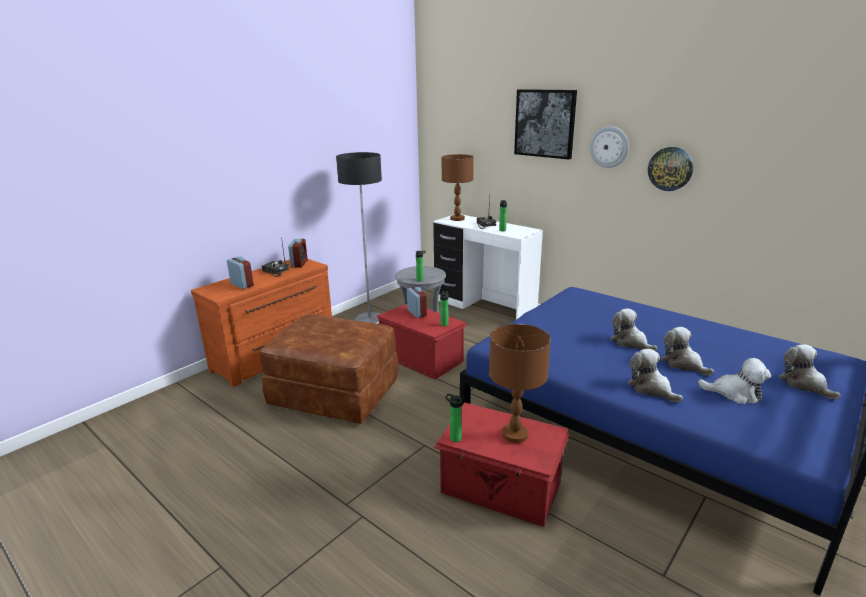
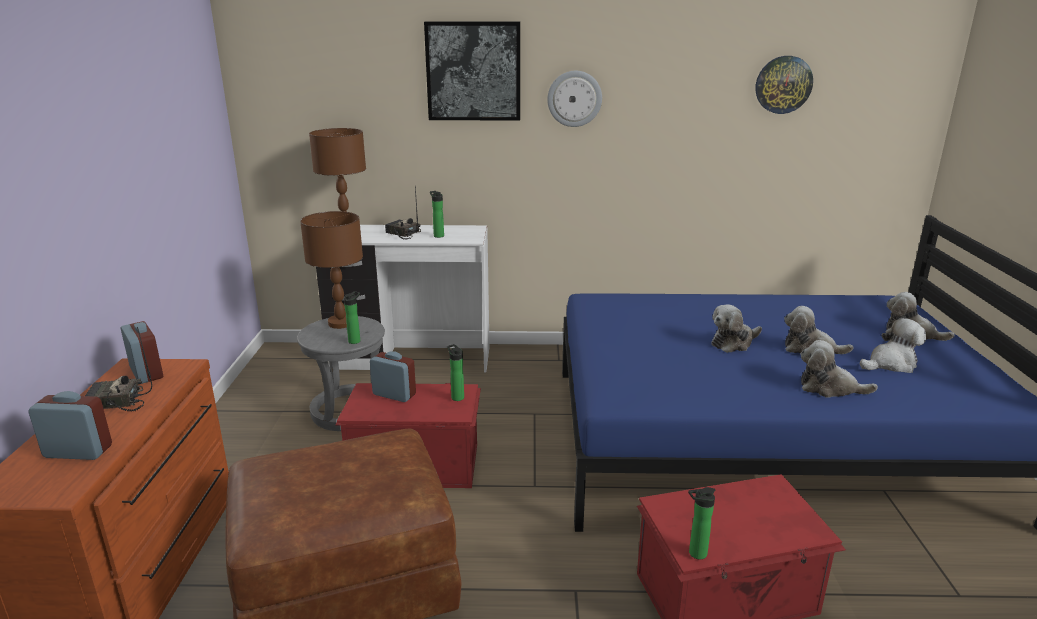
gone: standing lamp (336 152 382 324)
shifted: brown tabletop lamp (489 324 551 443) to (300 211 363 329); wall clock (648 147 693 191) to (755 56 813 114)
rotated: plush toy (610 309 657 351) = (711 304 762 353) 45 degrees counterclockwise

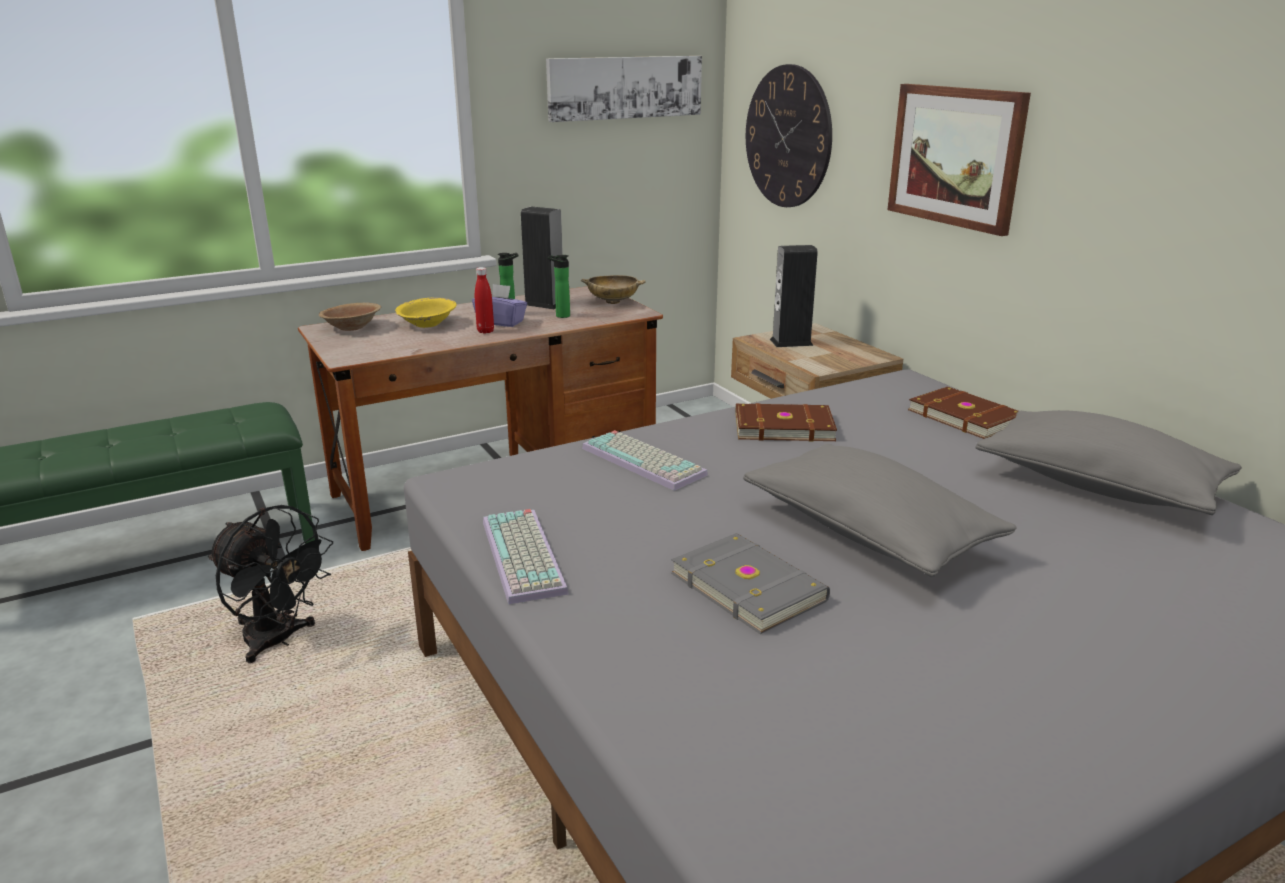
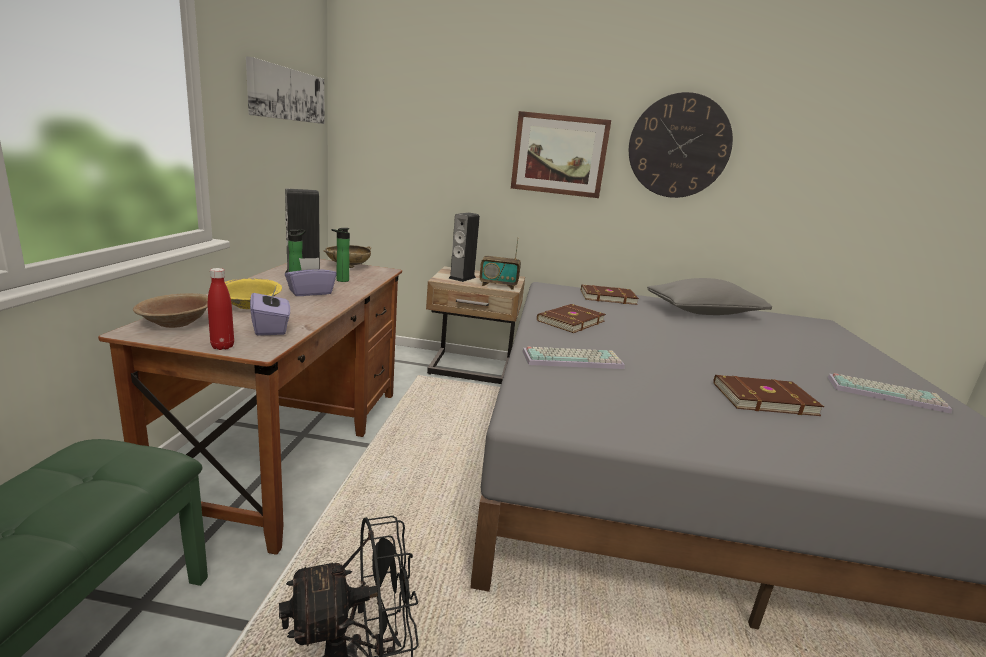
gone: gray throw pillow (743 444 1017 577)
new: purplish tissue holder (250 287 290 336); radio (480 237 521 290)
shifted: reddish beverage bottle (475 267 494 334) to (208 268 234 350); PC keyboard (483 509 569 605) to (827 373 952 414); wall clock (746 64 832 207) to (629 92 733 198)
repainted: gray bound book (671 533 830 634) to brown bound book (713 375 824 416)

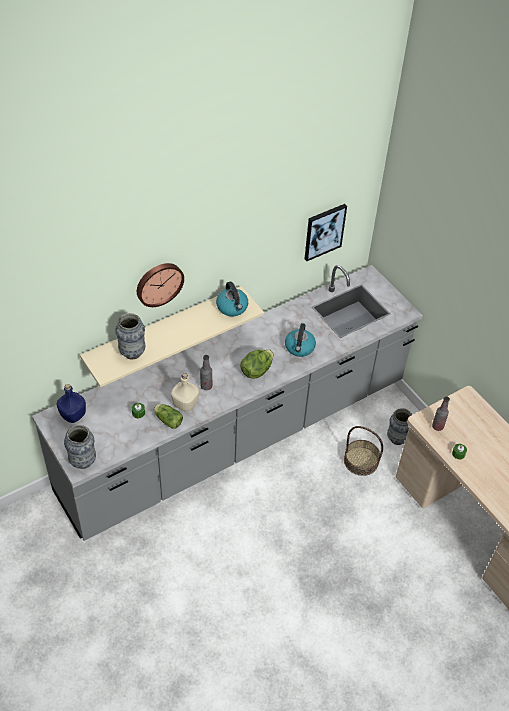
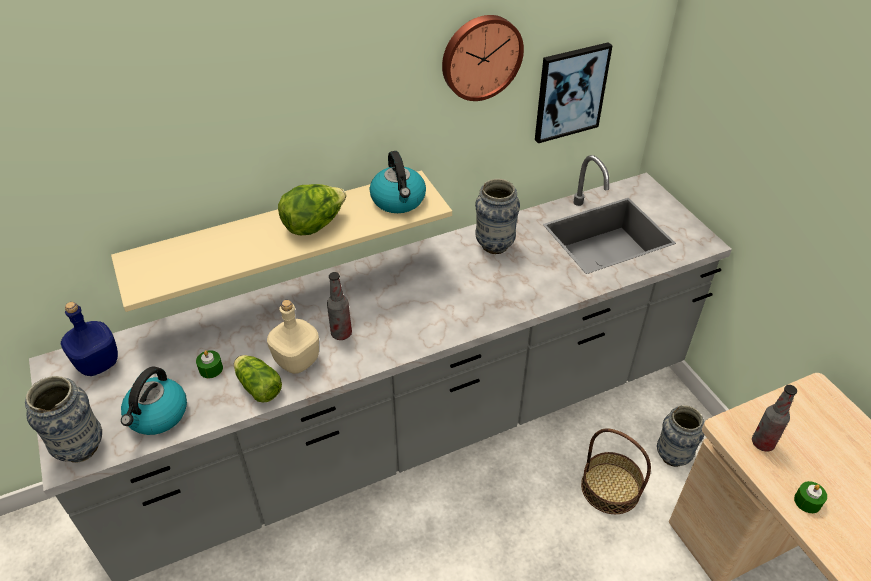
shifted: decorative vase (115 313 145 360) to (475 179 520 254); wall clock (137 263 184 307) to (442 15 524 101); lettuce head (240 349 273 379) to (278 184 346 235); tea kettle (285 323 316 357) to (121 367 187 435)

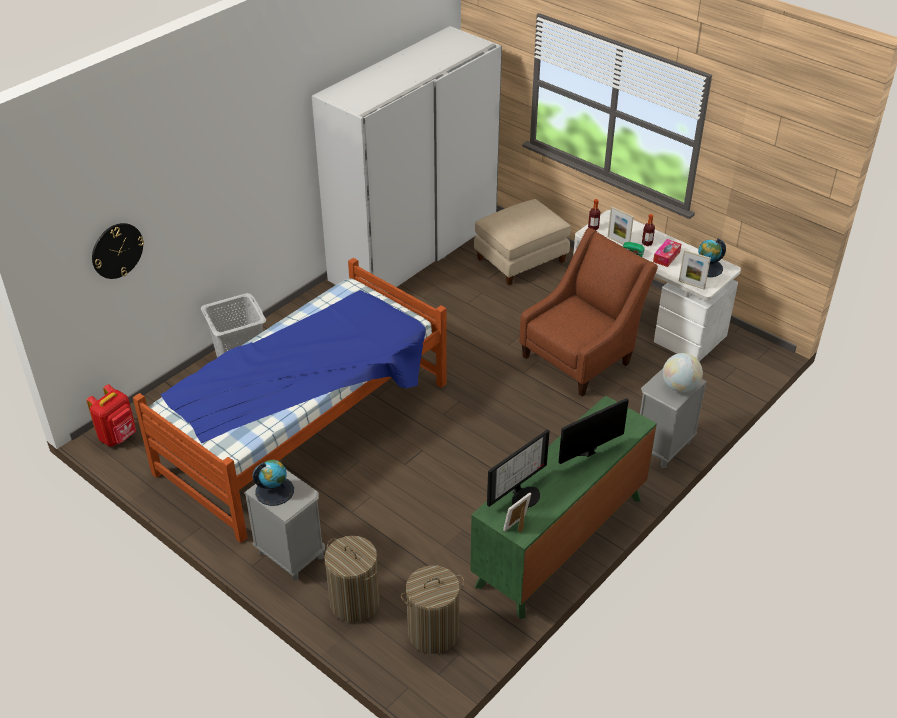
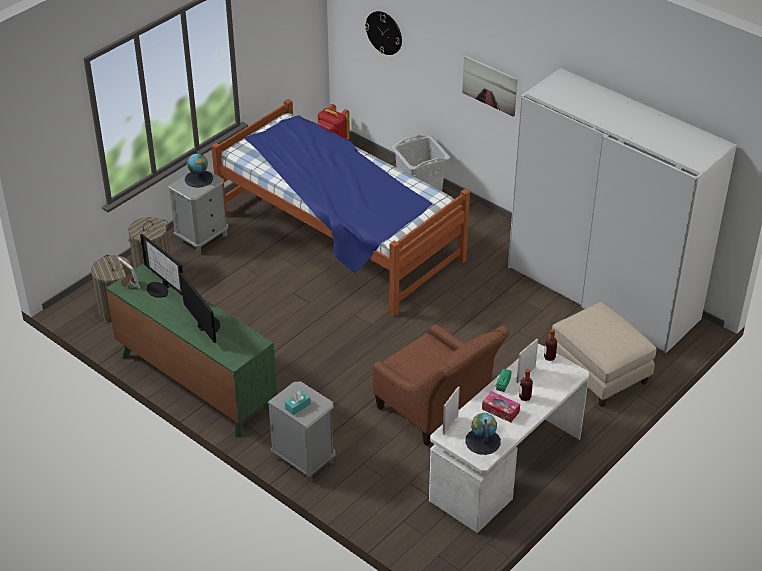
new: wall picture (462 55 518 117)
swapped: desk globe (663 353 703 392) to turquoise-coloured tissue holder (285 391 311 415)

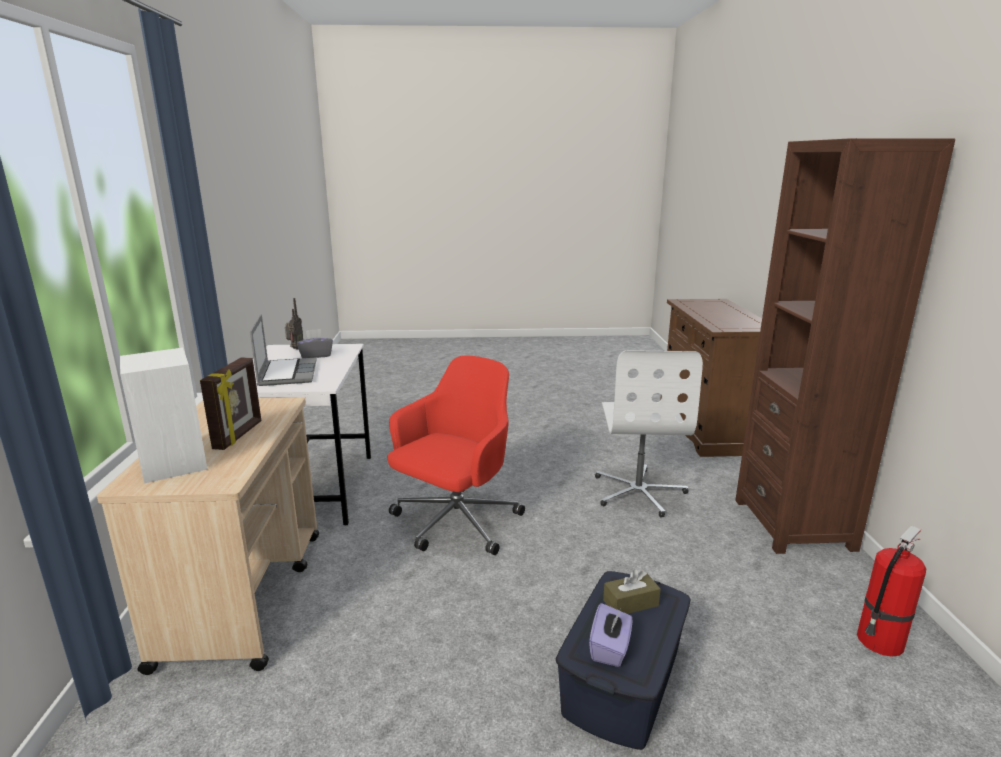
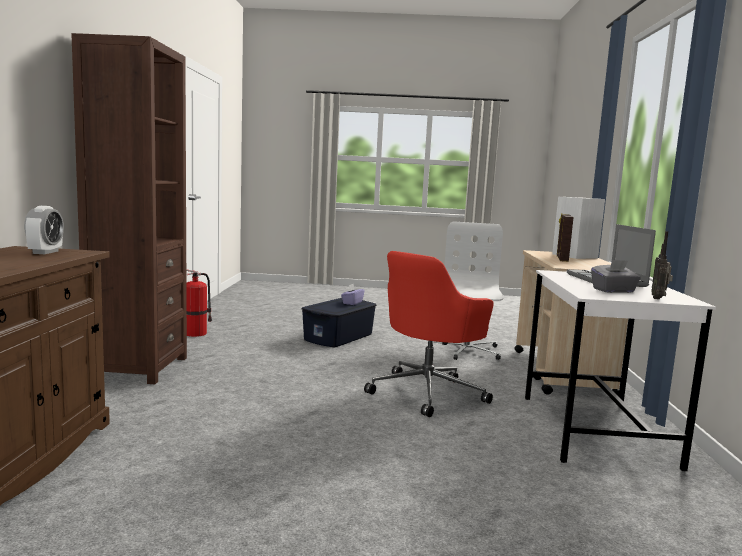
gone: brown tissue holder (603 569 661 614)
new: table clock (24 206 64 254)
shifted: white-coloured computer chair (595 350 703 517) to (432 221 503 360)

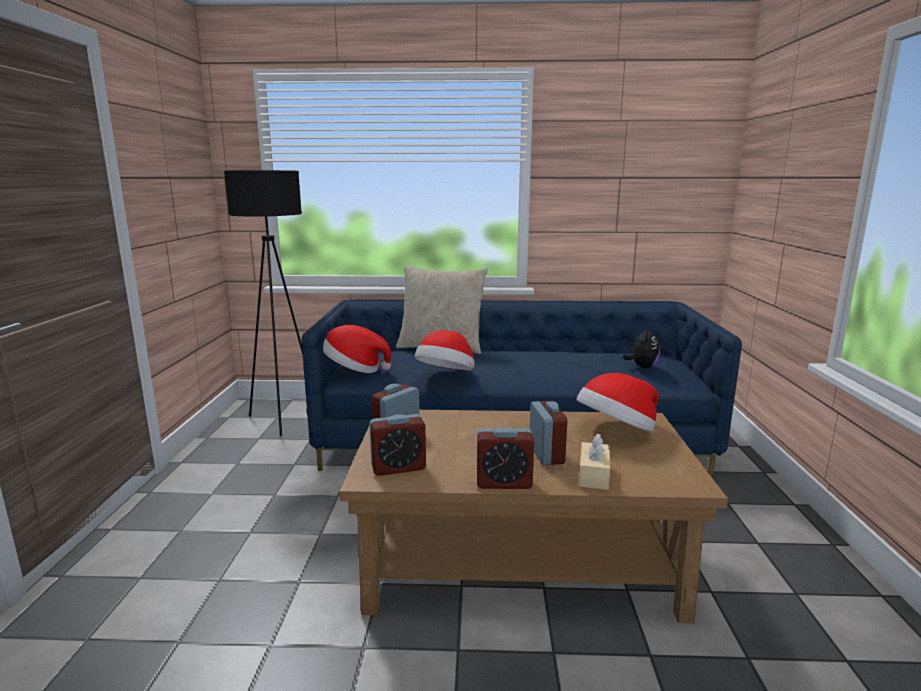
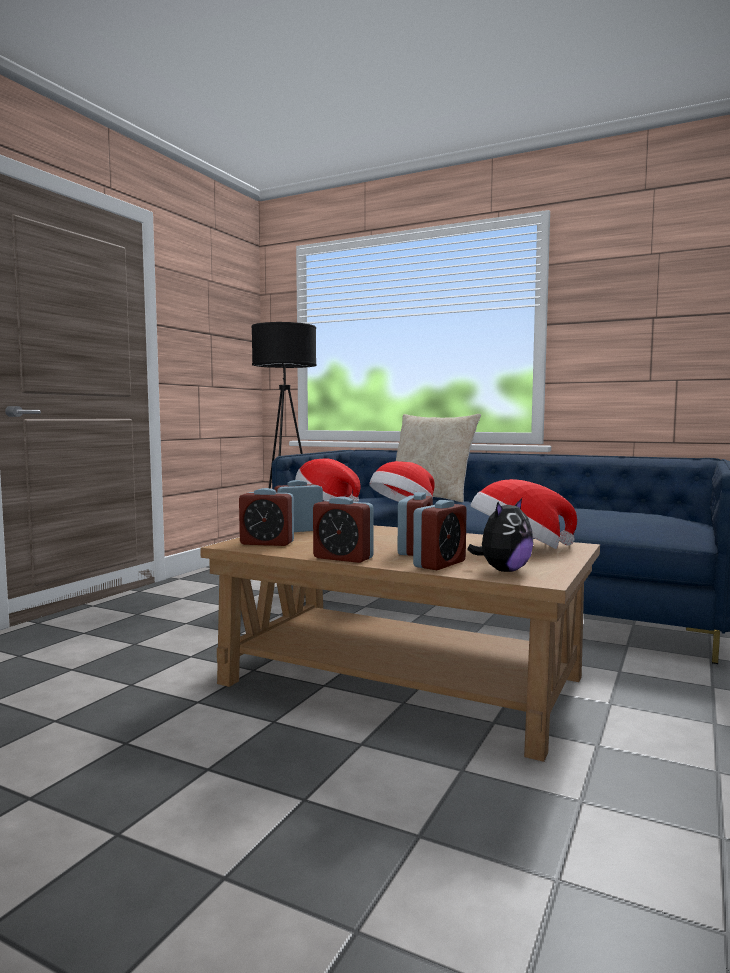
shifted: plush toy (623 327 660 368) to (467 498 534 572)
swapped: beige-coloured tissue holder (579 433 610 490) to table clock (413 500 467 570)

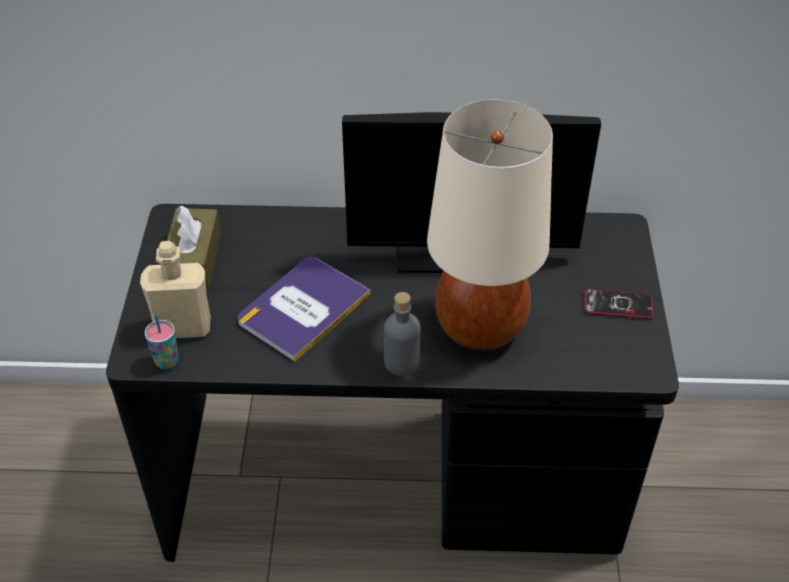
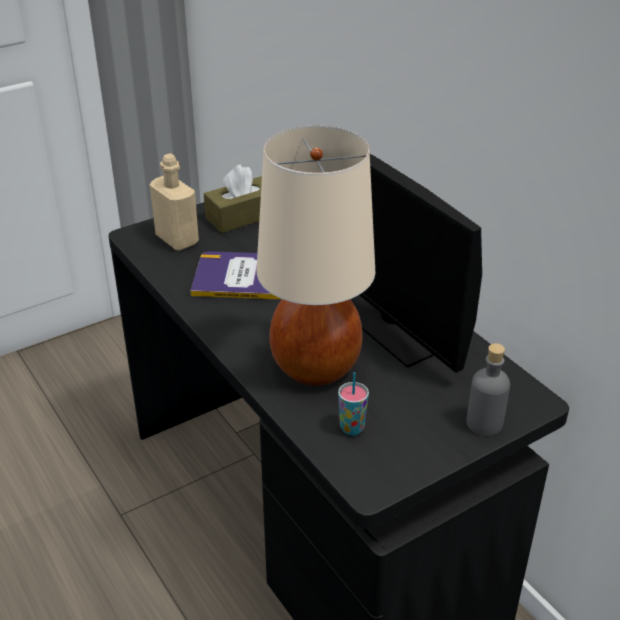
gone: phone (585 289 653 319)
shifted: drinking cup (145 314 179 370) to (338 372 369 436); gray beverage bottle (384 292 421 376) to (466 343 510 436)

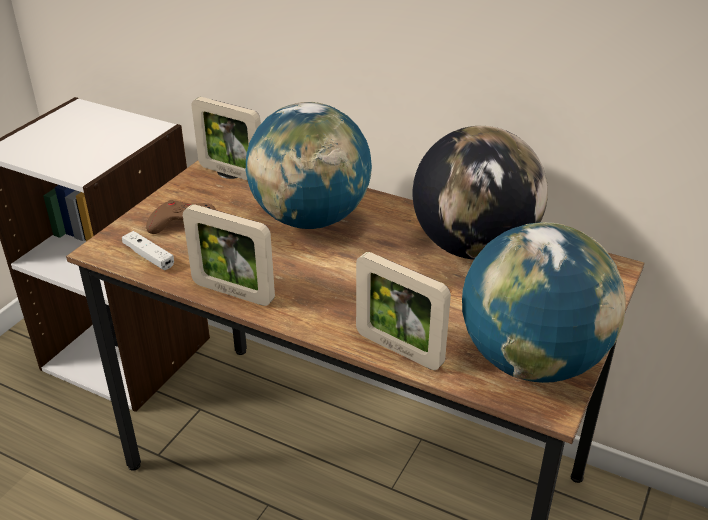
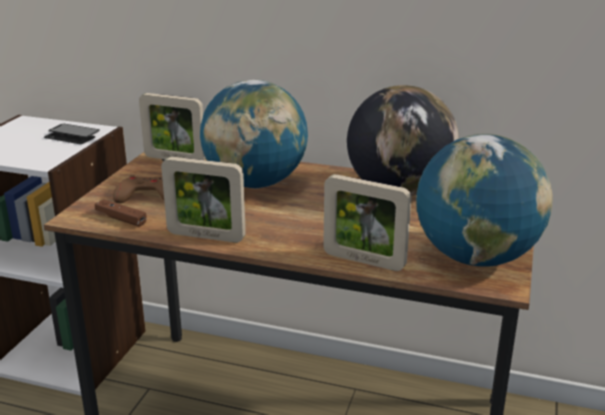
new: phone (44 124 100 144)
repainted: white-coloured game controller (122 231 174 270) to brown game controller (95 199 147 226)

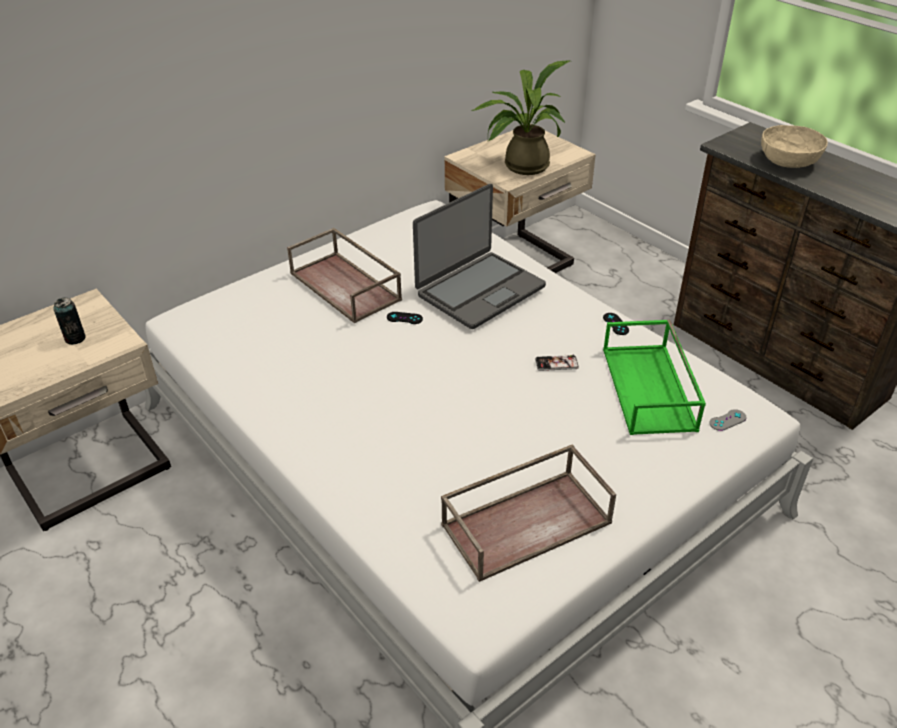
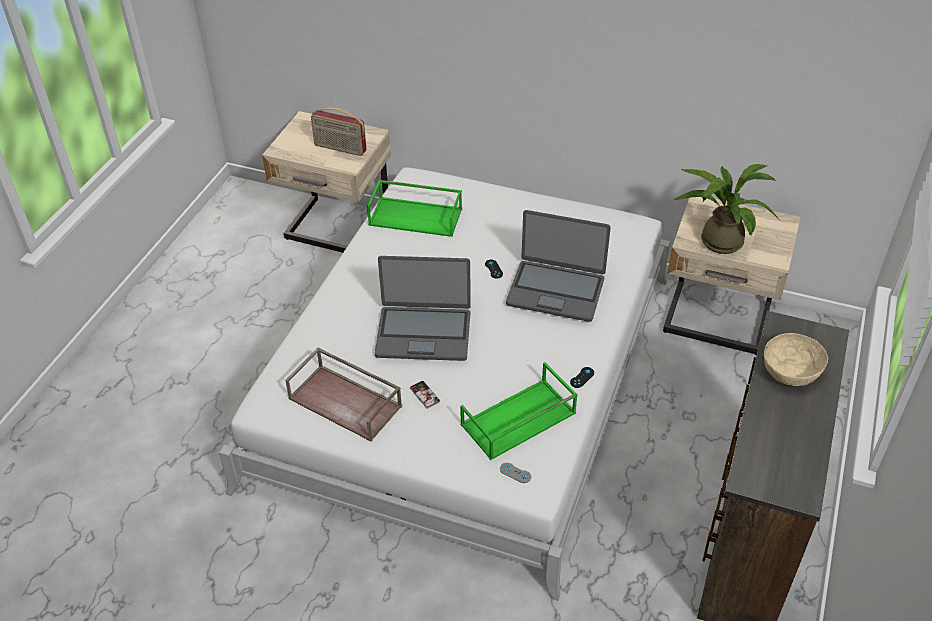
gone: brown tray (287 228 402 323)
new: green tray (367 180 462 237); notebook computer (375 256 471 361)
shifted: phone (535 354 579 371) to (410 381 440 408)
swapped: metal can (53 297 86 345) to radio (311 107 367 156)

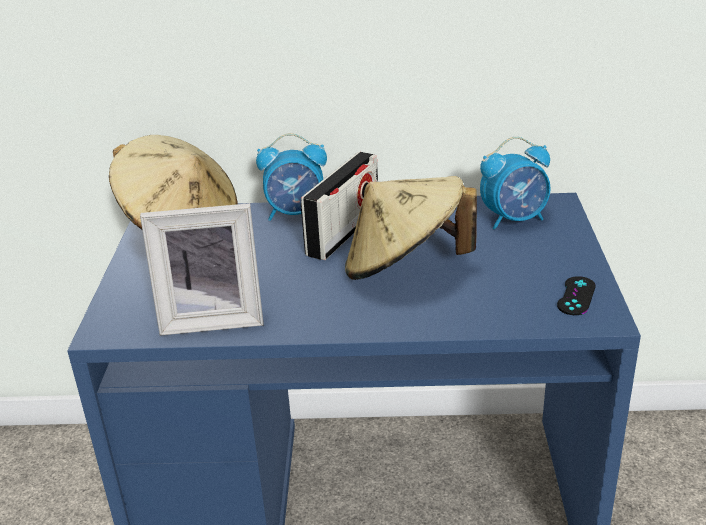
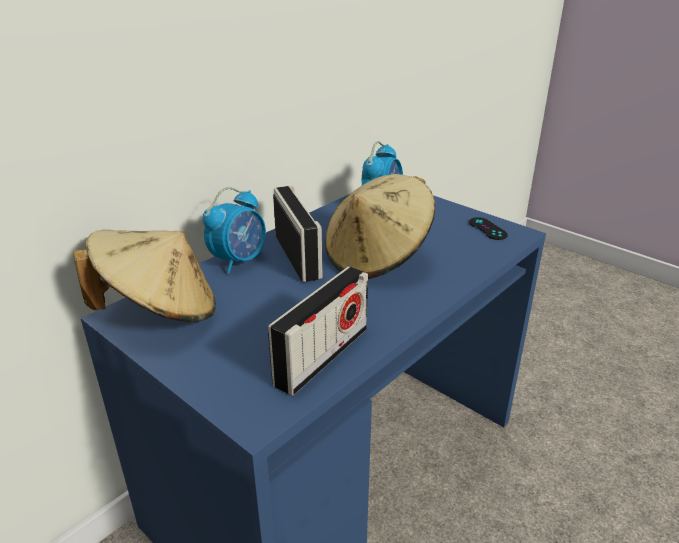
swapped: photo frame (140 203 263 336) to radio (268 267 368 396)

